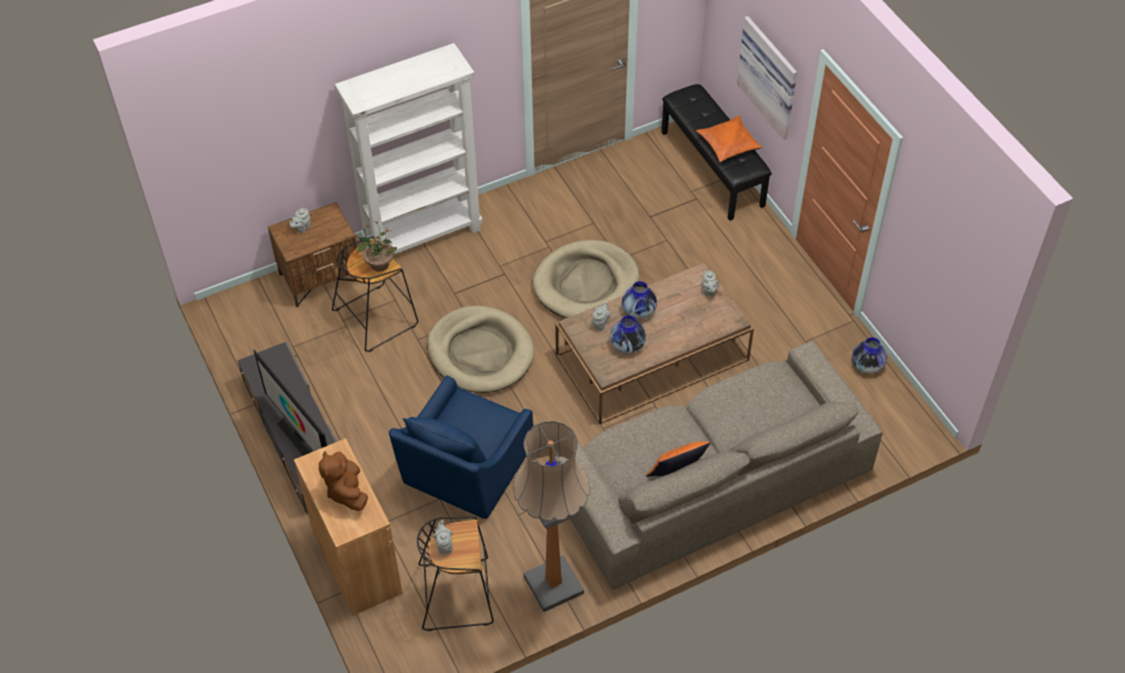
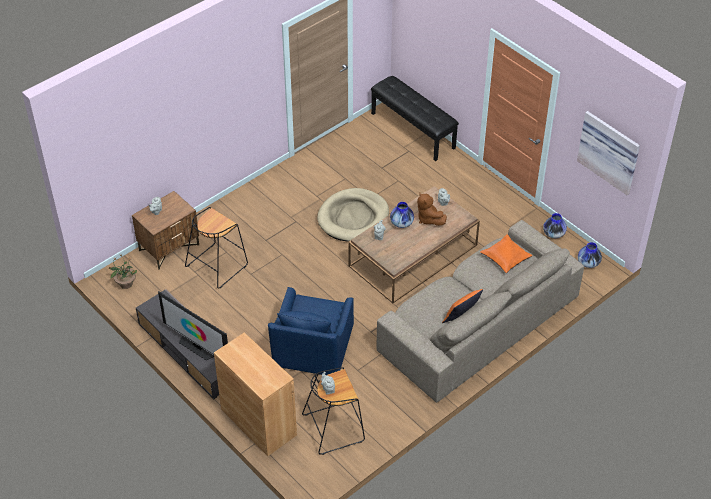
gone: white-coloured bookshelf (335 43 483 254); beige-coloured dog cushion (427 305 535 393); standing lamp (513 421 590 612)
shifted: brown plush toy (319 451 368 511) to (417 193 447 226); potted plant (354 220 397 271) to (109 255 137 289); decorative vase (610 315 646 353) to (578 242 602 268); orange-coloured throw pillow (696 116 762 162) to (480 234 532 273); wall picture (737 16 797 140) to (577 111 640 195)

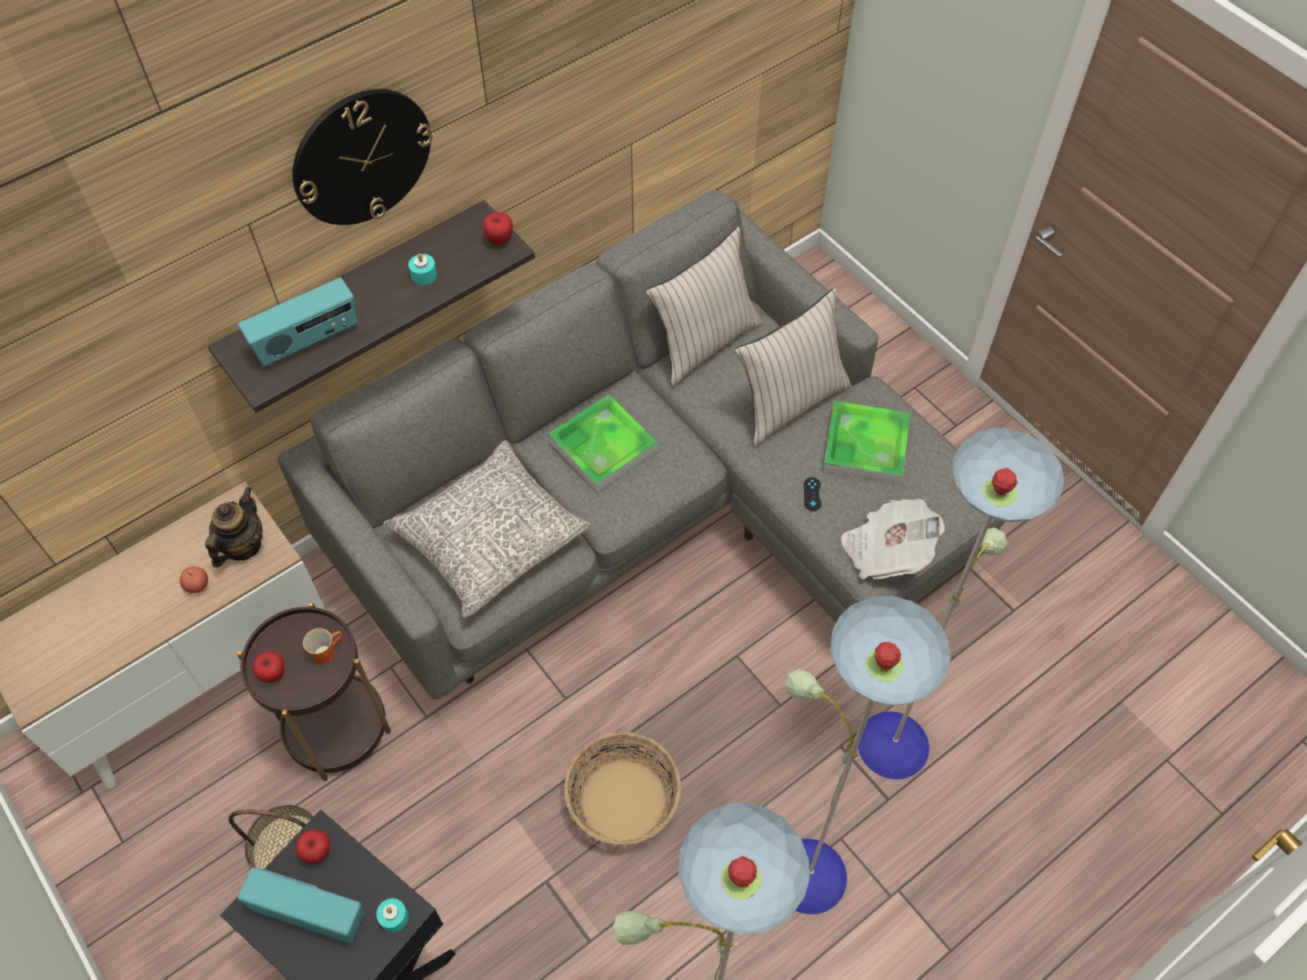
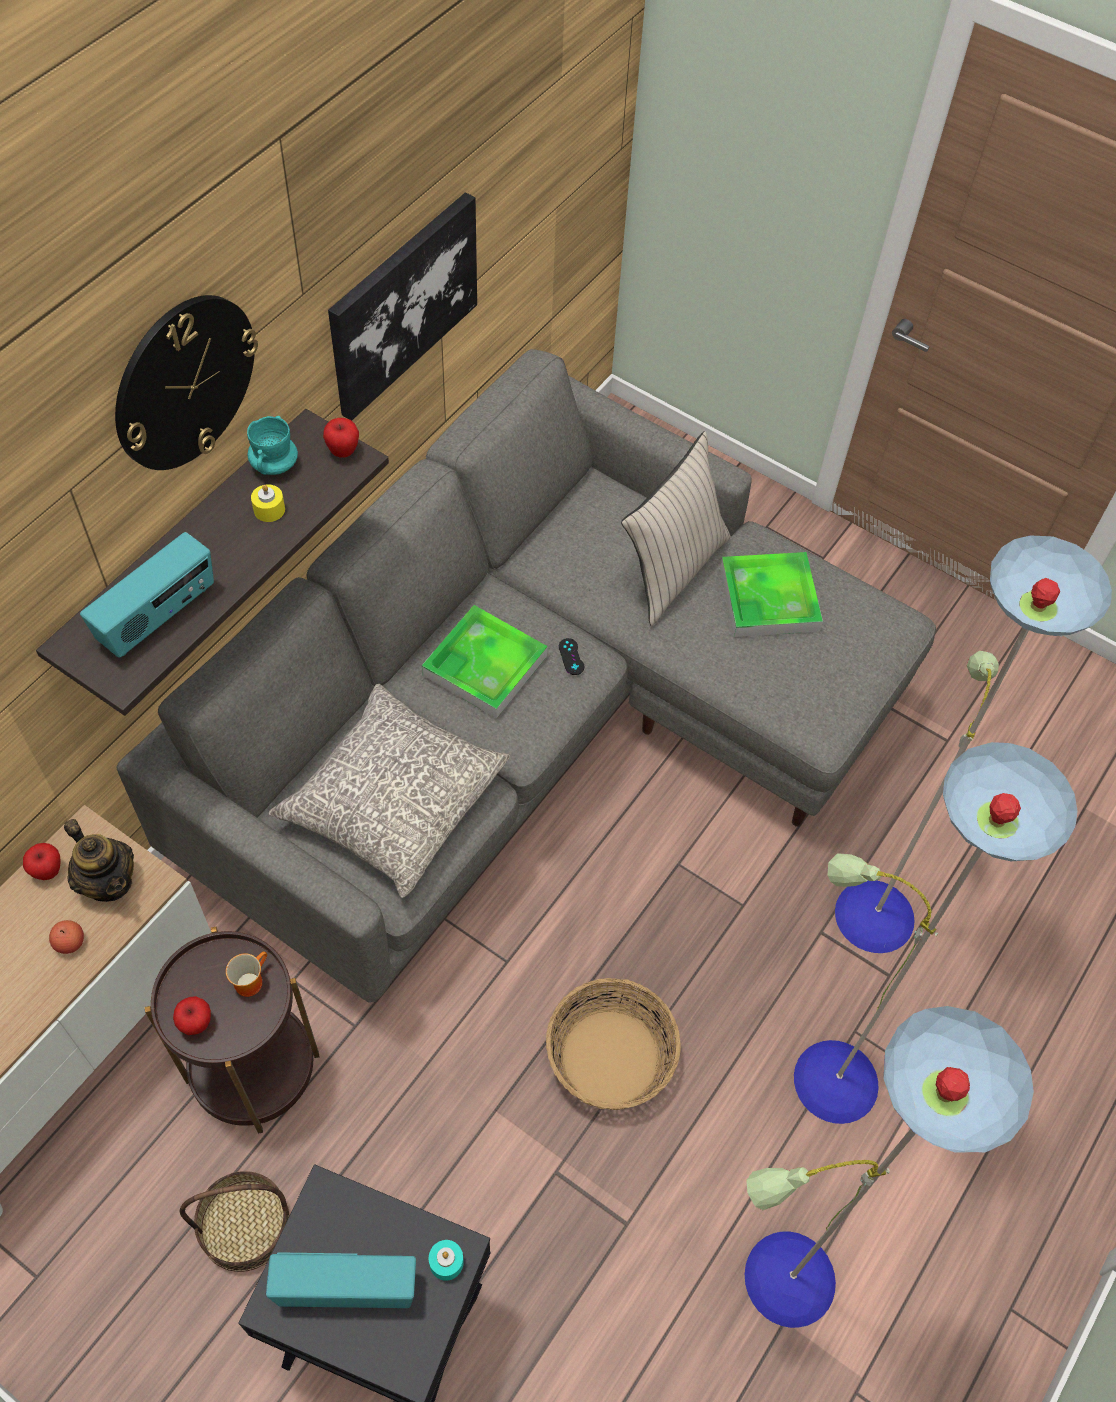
gone: beige-coloured throw pillow (646 227 761 386); printed paper (840 499 945 579)
new: turquoise-coloured coffee mug (247 416 298 475); wall picture (328 192 477 421)
shifted: whole apple (296 829 330 864) to (23 843 60 880); blackish game controller (804 477 822 511) to (559 638 584 675)
repainted: turquoise-coloured wax candle (408 254 437 285) to yellow-coloured wax candle (251 484 285 522)
rotated: tea pot (205 487 263 567) = (64 819 134 902) 135 degrees clockwise

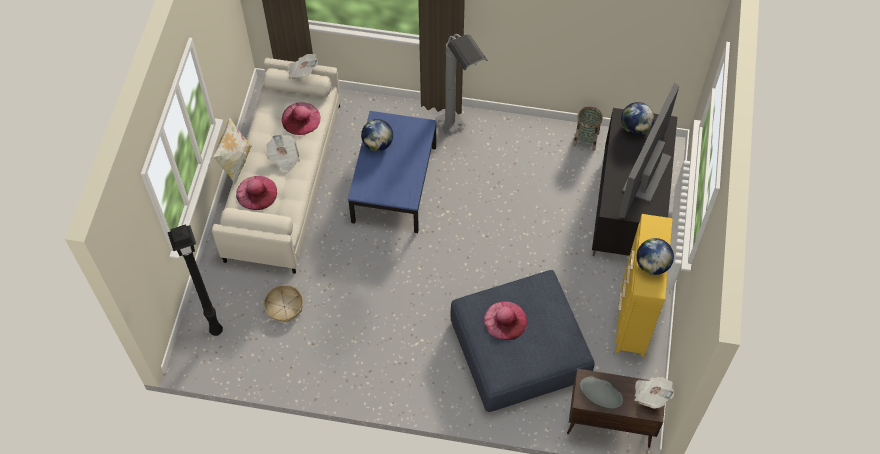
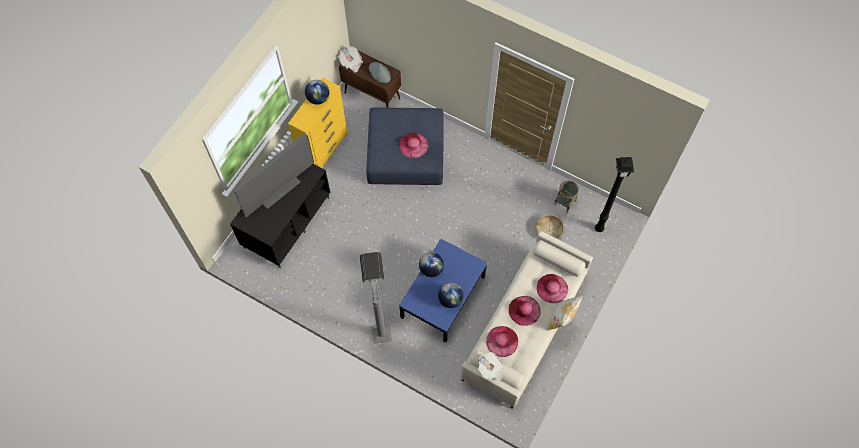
shifted: storage basket (573 106 603 151) to (554 181 579 213); desk globe (621 102 654 135) to (419 252 444 277)
swapped: printed paper (266 133 300 173) to pinkish clothing hat (509 296 540 326)

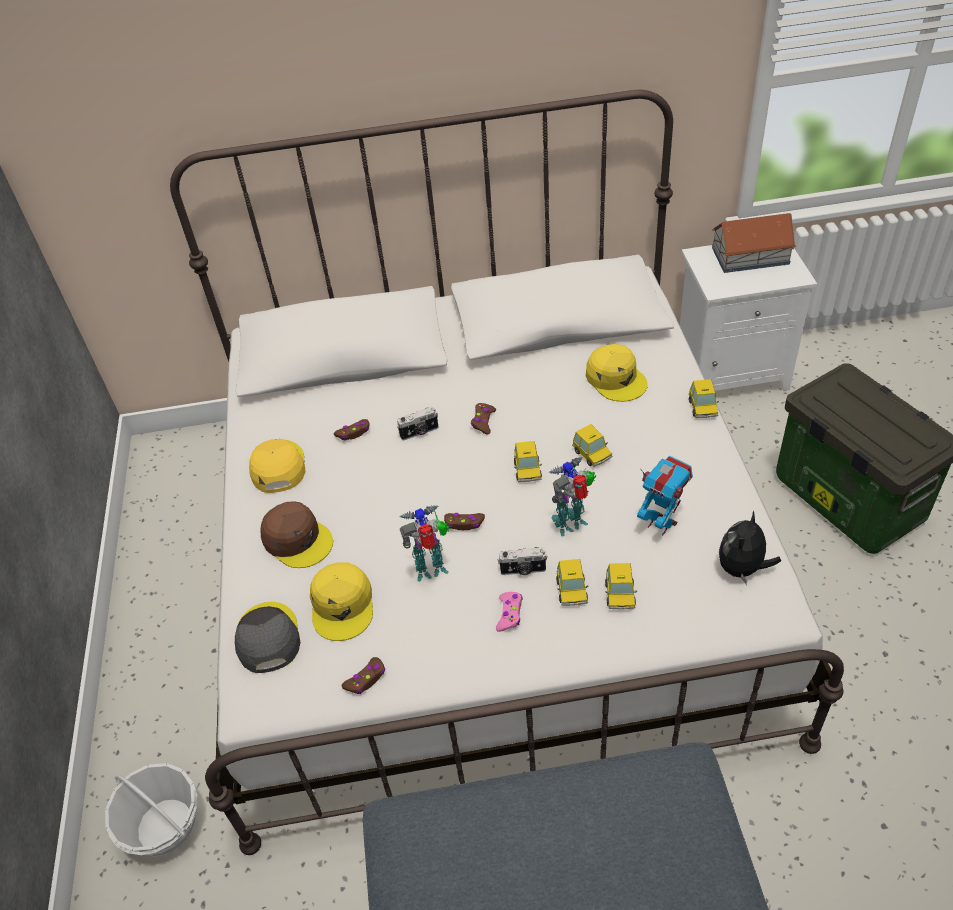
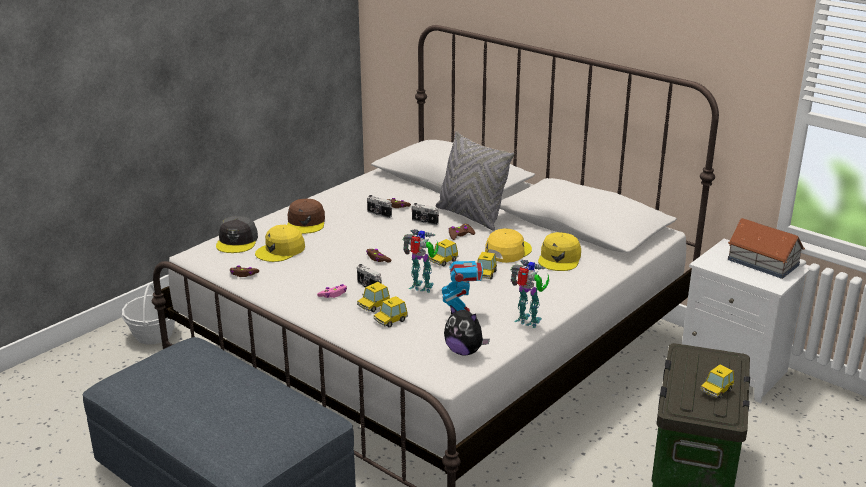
new: photo camera (367 195 392 218); gray throw pillow (436 131 514 231)
shifted: yellow-coloured peaked cap (249 439 305 493) to (485 228 532 263); toy robot (399 505 450 582) to (511 260 549 328); toy car (689 379 719 418) to (700 365 734 398)
rotated: gray peaked cap (235 602 301 673) = (216 216 258 253) 150 degrees clockwise; plush toy (719 511 781 585) = (444 305 490 355) 135 degrees counterclockwise

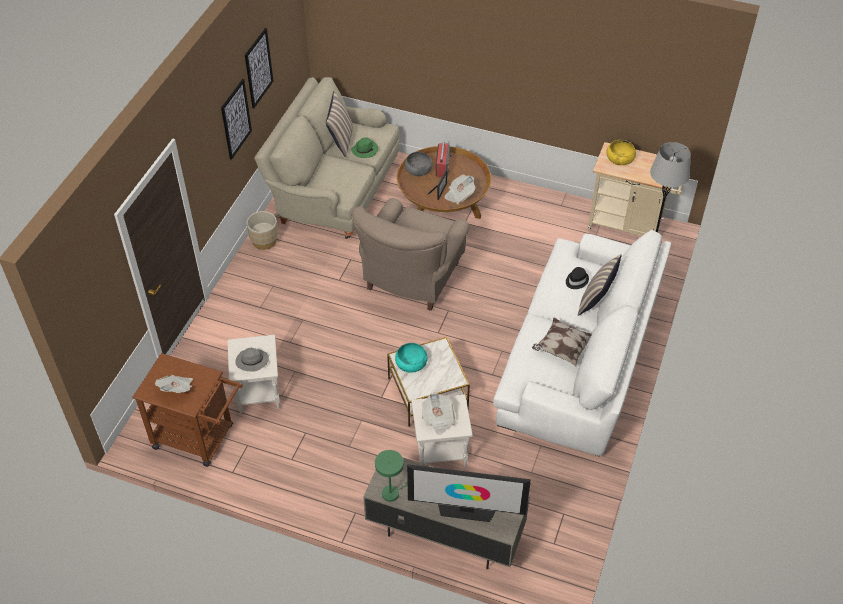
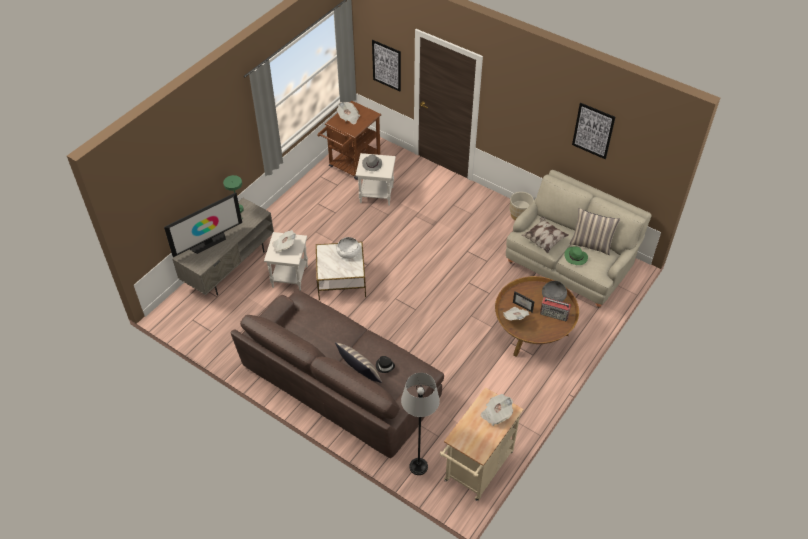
gone: beige-coloured armchair (351 198 470 311)
shifted: wall picture (221 79 252 160) to (372 40 401 91); throw pillow (532 318 592 366) to (521 217 569 253)
swapped: yellow-coloured deep dish (606 140 636 165) to printed paper (480 394 513 426)
repainted: turquoise-coloured deep dish (395 343 427 372) to white-coloured deep dish (336 237 360 259); white-coloured couch (493 230 671 456) to brown couch (230 289 444 458)
rotated: TV (407 464 531 522) = (164 192 242 257) 150 degrees counterclockwise

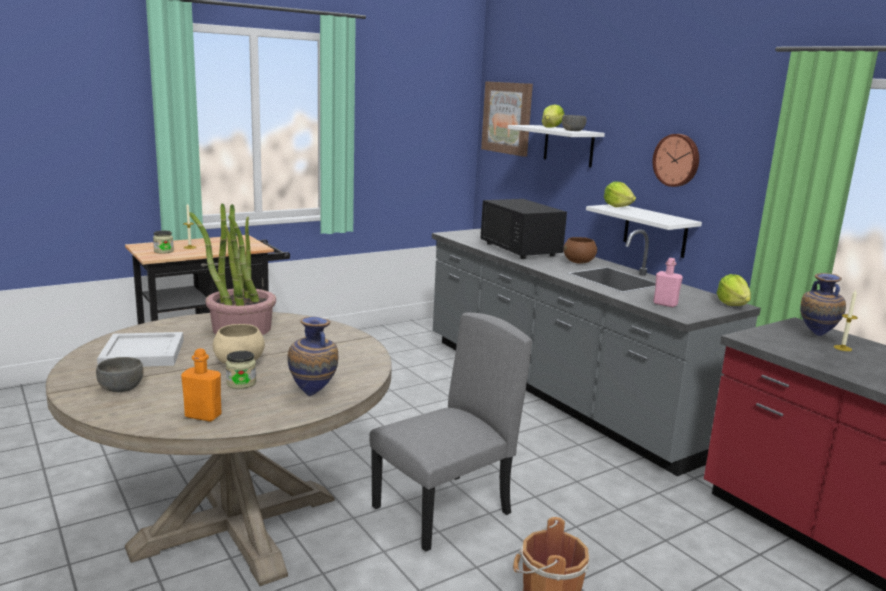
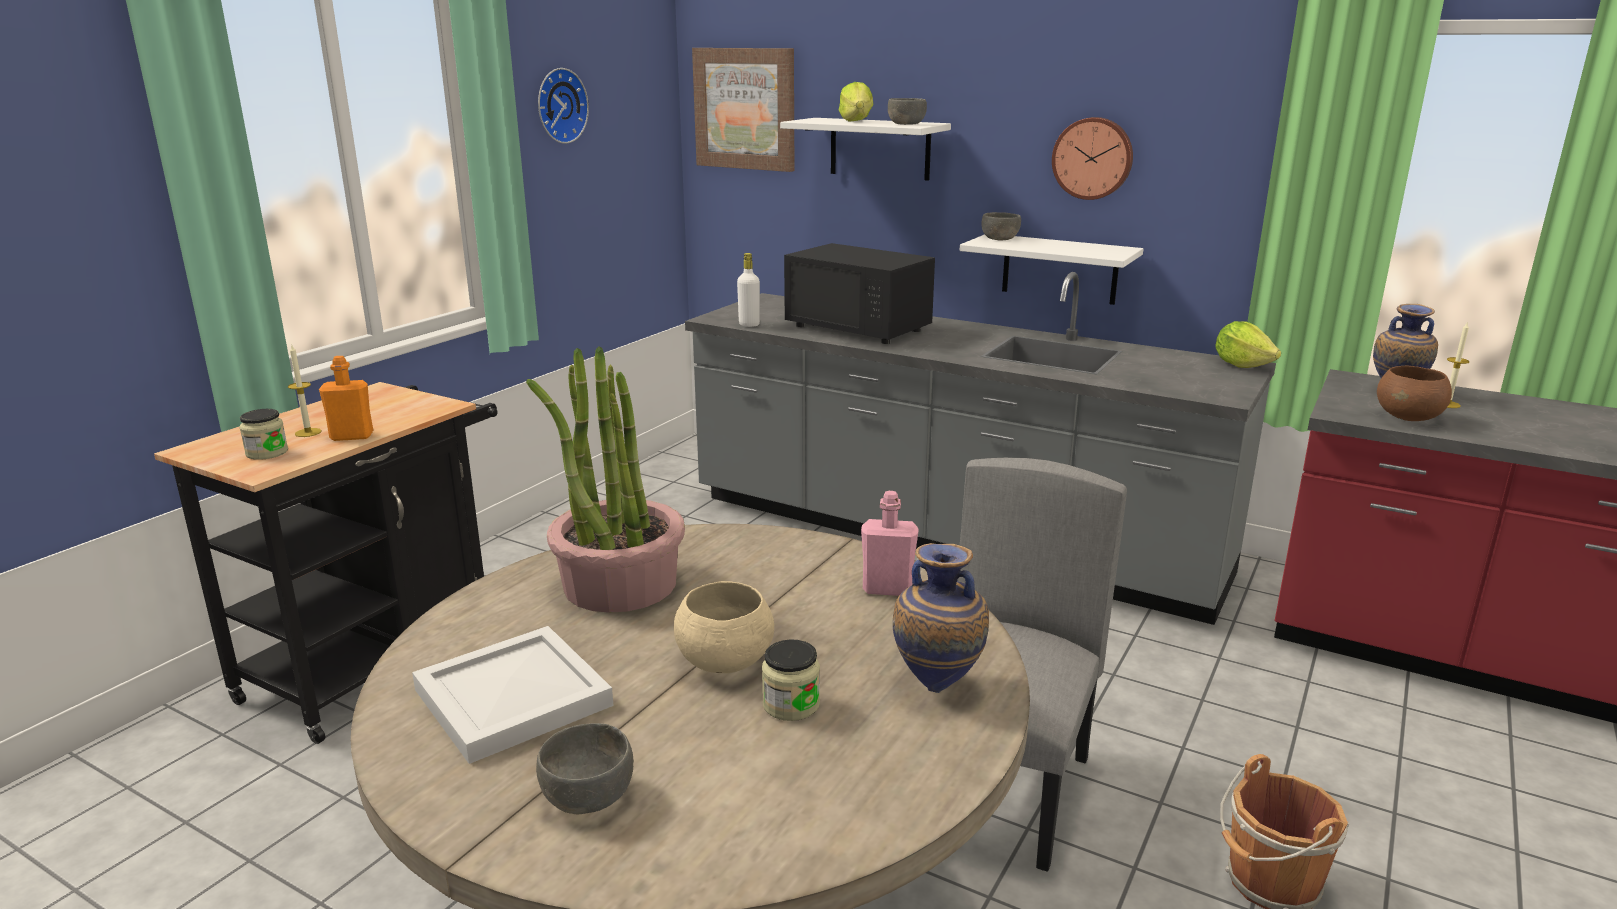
new: wall clock (538 68 589 144); white-coloured beverage bottle (737 253 760 327)
shifted: orange-coloured beverage bottle (181 348 221 422) to (319 356 373 441); brown deep dish (563 237 597 264) to (1377 366 1452 421); pinkish beverage bottle (653 258 683 307) to (861 491 919 596)
swapped: lettuce head (604 181 636 207) to gray deep dish (981 212 1021 241)

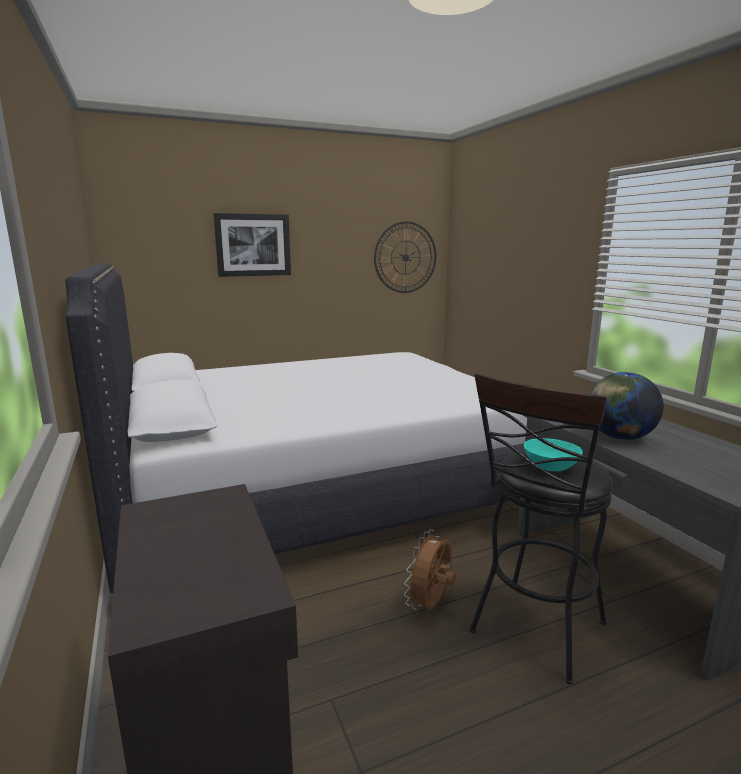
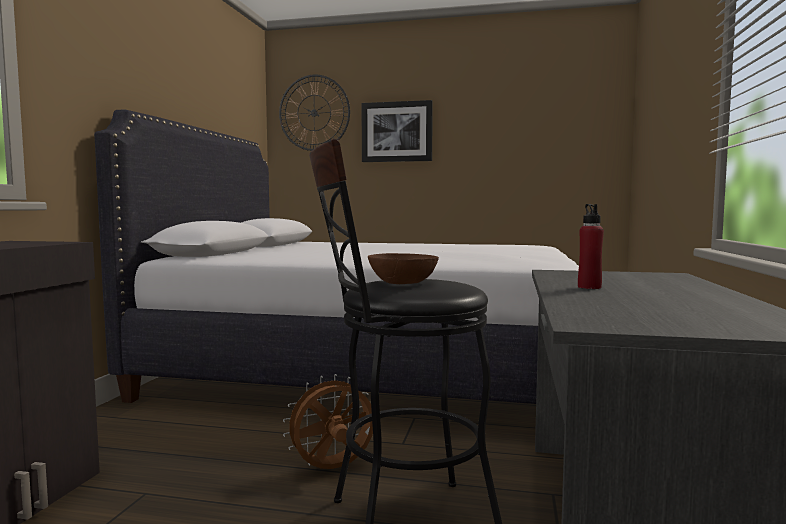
shifted: wall clock (374 221 436 293) to (279 75 350 151)
swapped: desk globe (590 372 664 440) to reddish beverage bottle (578 204 604 289)
repainted: turquoise-coloured deep dish (524 438 583 471) to brown deep dish (368 253 439 284)

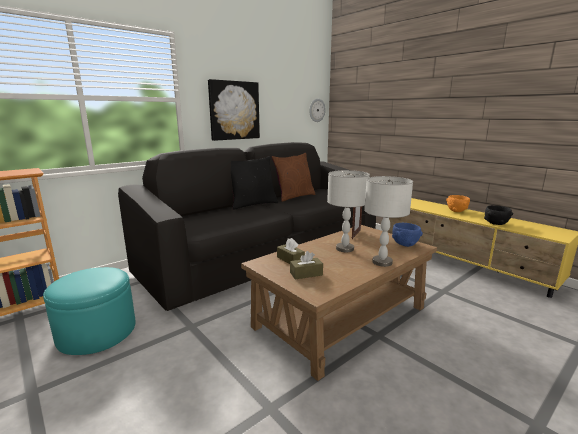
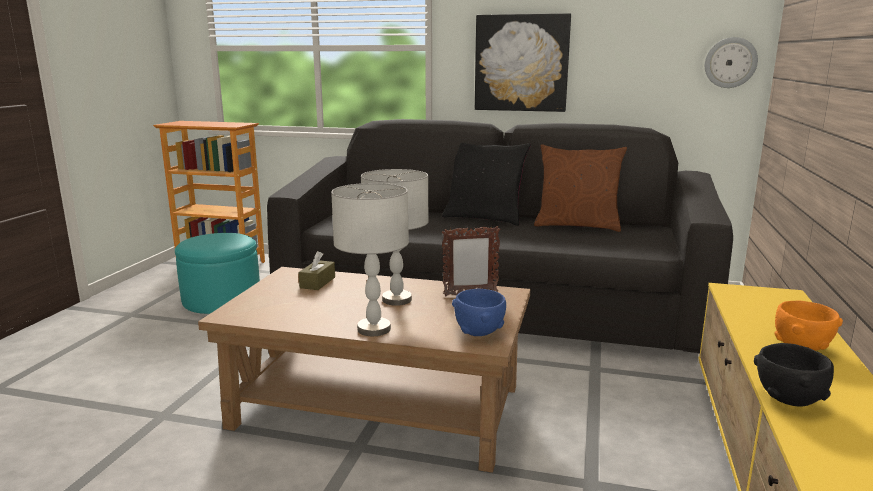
gone: brown tissue holder (290 251 323 279)

